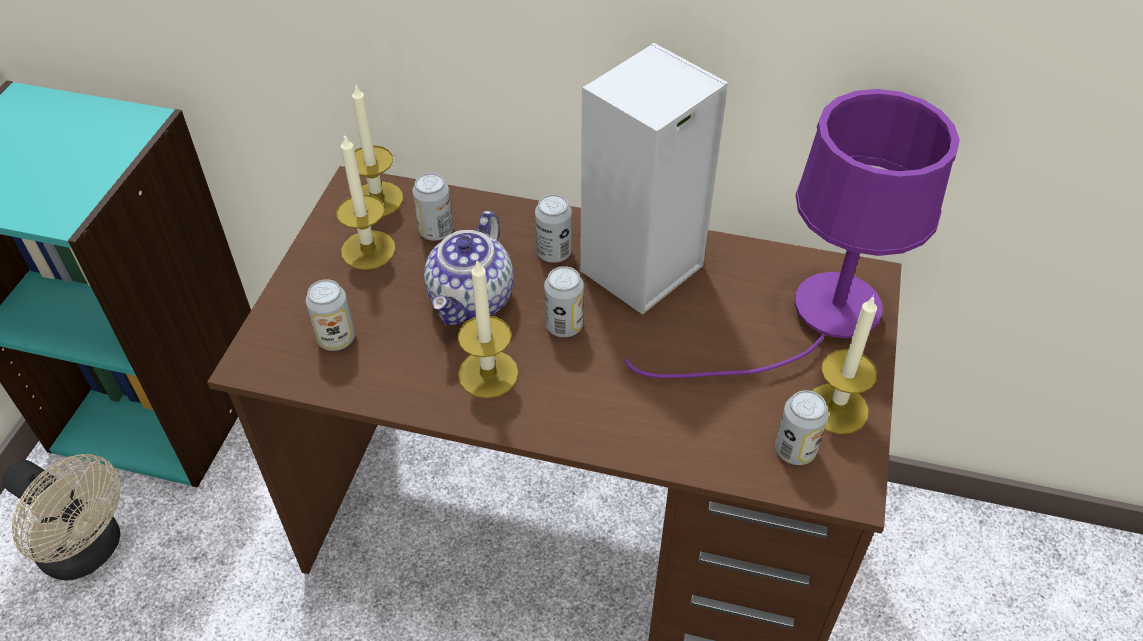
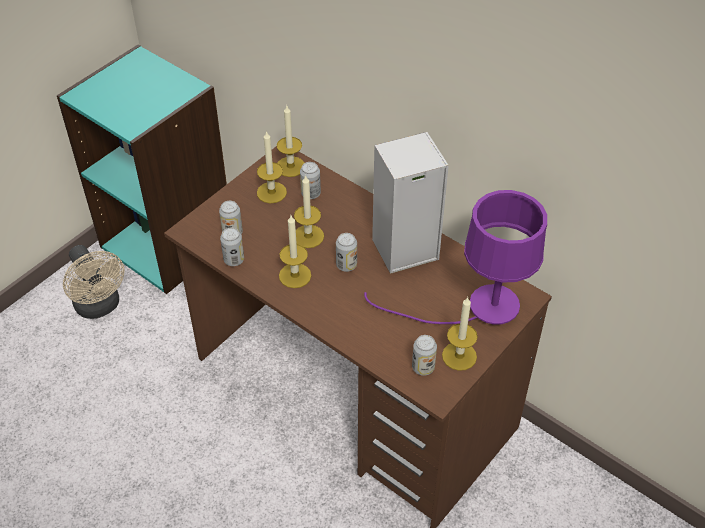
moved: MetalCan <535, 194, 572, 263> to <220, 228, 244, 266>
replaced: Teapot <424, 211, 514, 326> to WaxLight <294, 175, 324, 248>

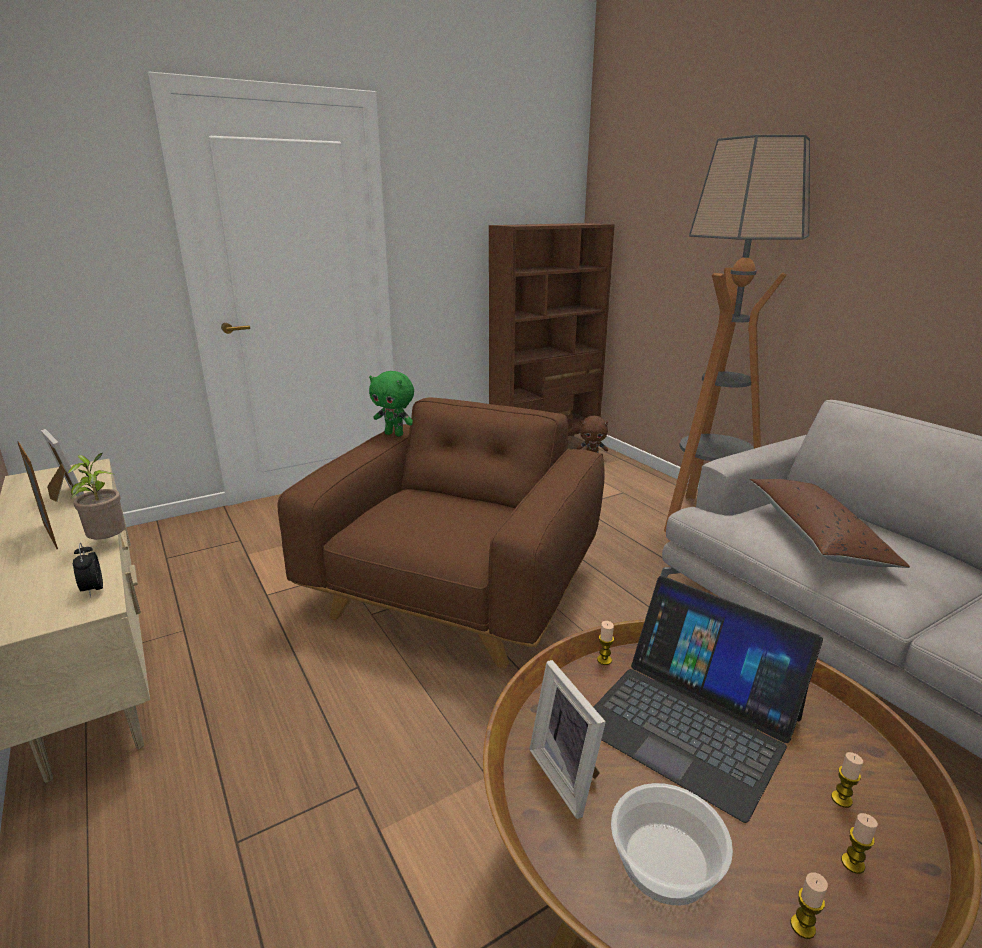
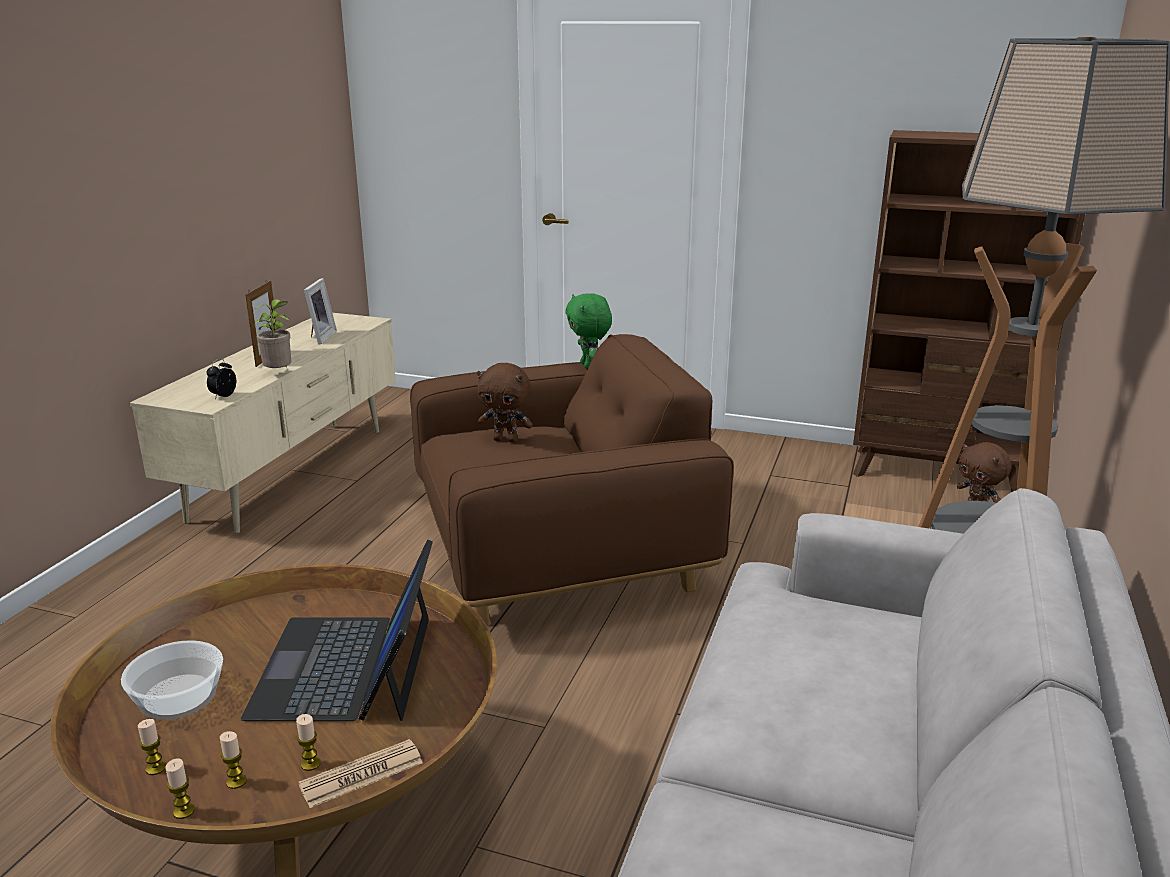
removed: PhotoFrame <529, 660, 606, 819>; BrownCushion <750, 479, 910, 568>
added: Newspaper <298, 739, 423, 808>; BrownCuddlyToy <477, 363, 533, 443>
moved: WaxLight <597, 621, 614, 665> to <165, 758, 195, 819>

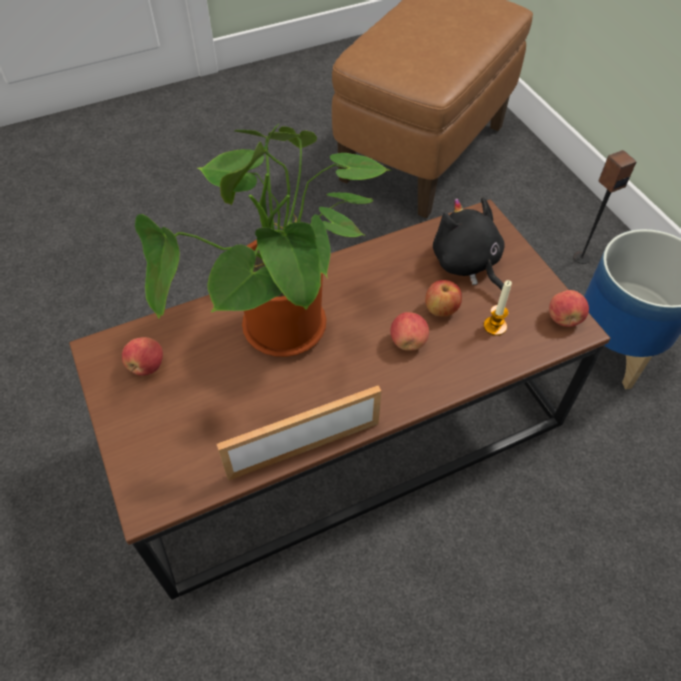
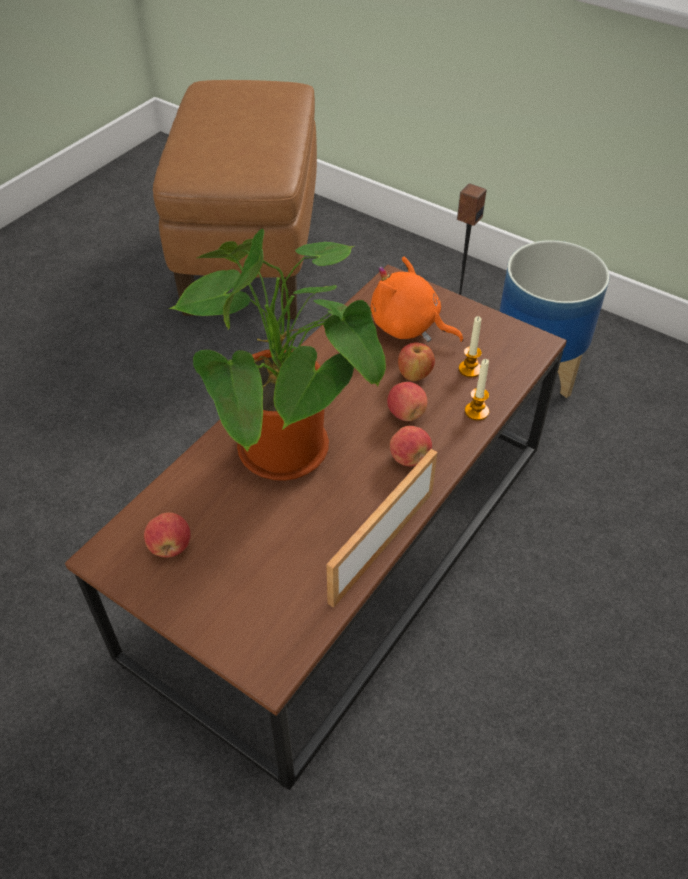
added: WaxLight <465, 359, 489, 421>
moved: WholeApple <549, 290, 589, 327> to <390, 426, 432, 467>
recoloured: BlackCuddlyToy <433, 197, 505, 291> to OrangeyCuddlyToy <371, 256, 463, 342>

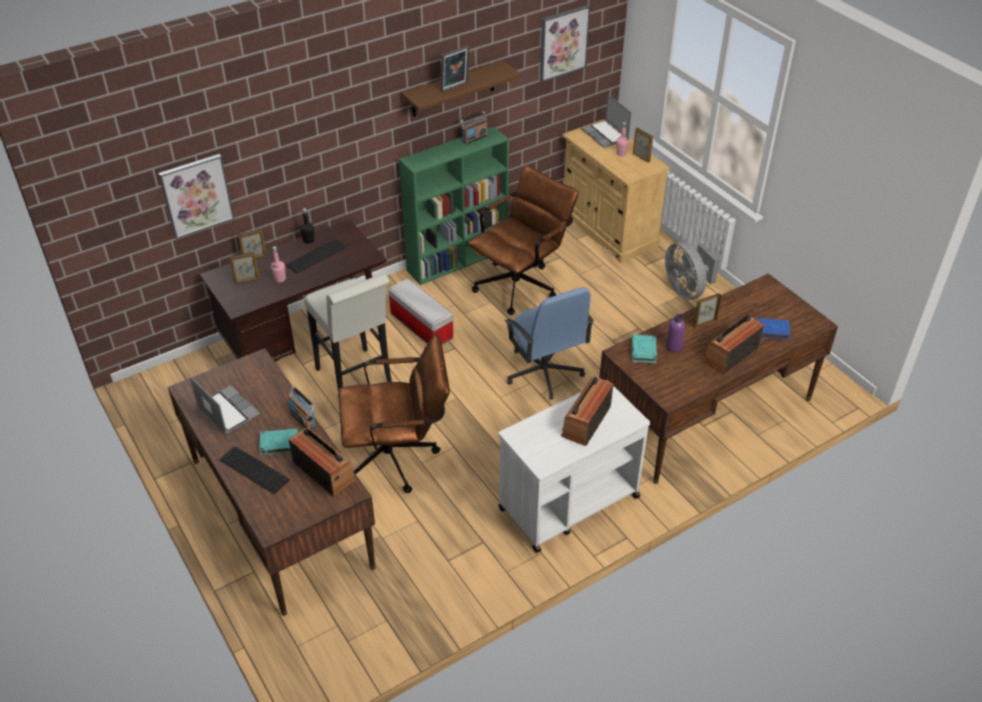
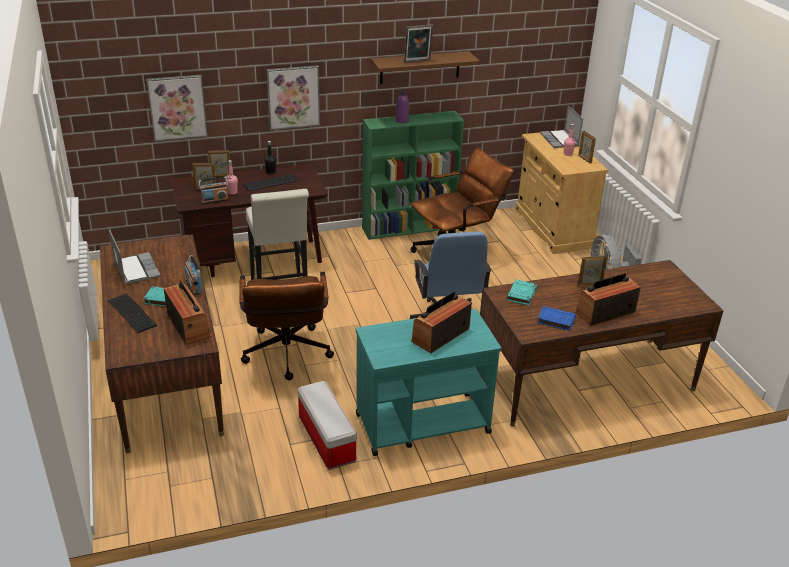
moved: RadioSet <460, 111, 488, 144> to <198, 177, 229, 204>; WallArt <540, 5, 590, 82> to <266, 65, 320, 130>; StorageBox <388, 278, 453, 345> to <298, 381, 357, 470>; PurpleBottle <665, 314, 685, 352> to <396, 90, 409, 123>; BlueColouredVolume <755, 318, 791, 340> to <537, 306, 576, 331>
recoloured: WhiteTrolley <498, 380, 650, 553> to BlueGreenTrolley <356, 309, 501, 456>
turned: BrownDeskChair <338, 335, 450, 493> = <239, 272, 334, 380> 75 degrees clockwise

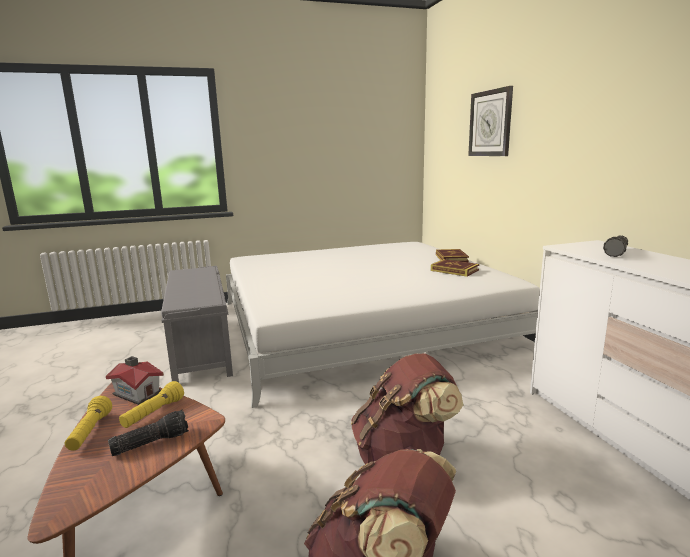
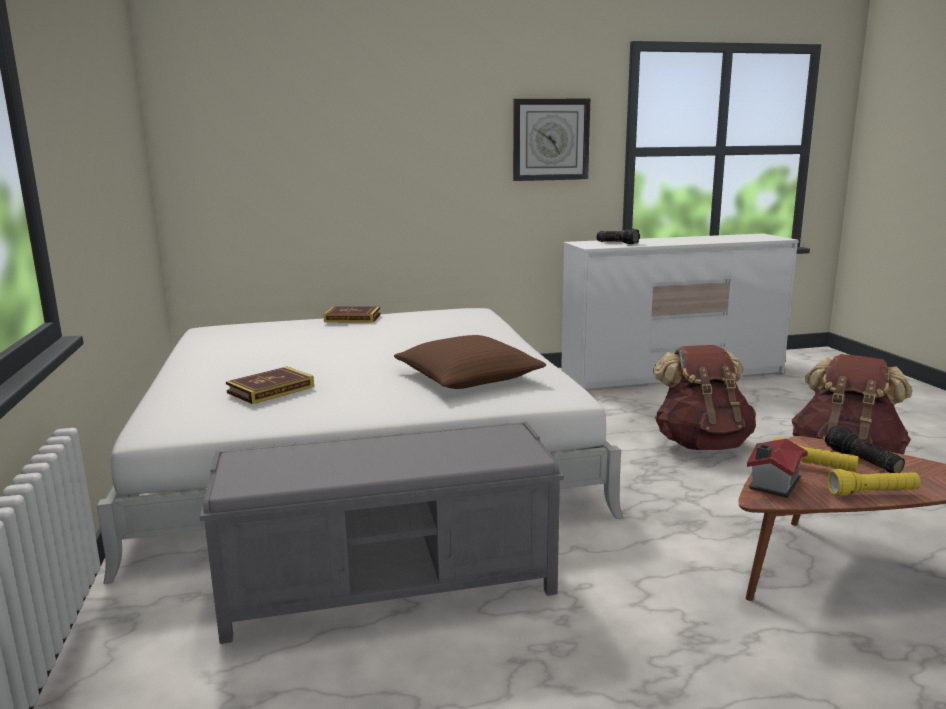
added: BrownCushion <394, 335, 546, 389>
moved: Volume <431, 259, 479, 277> to <226, 367, 314, 404>; HangingClock <468, 86, 513, 156> to <513, 99, 590, 181>

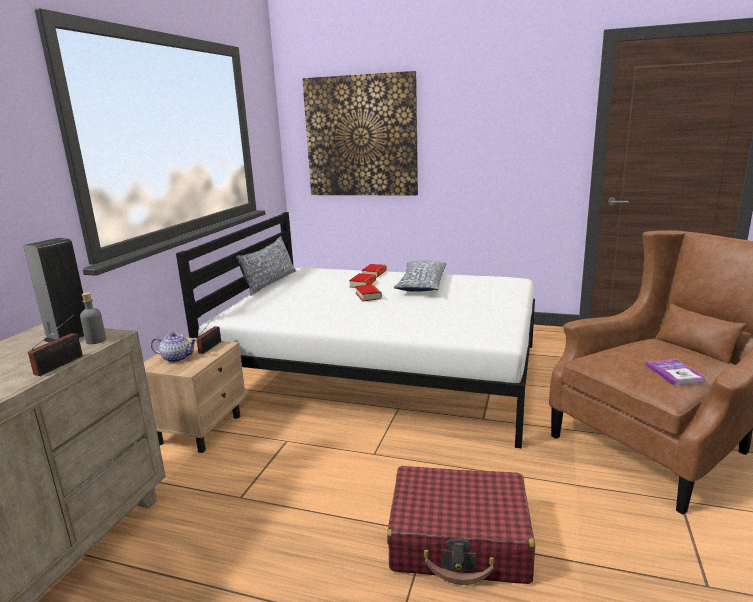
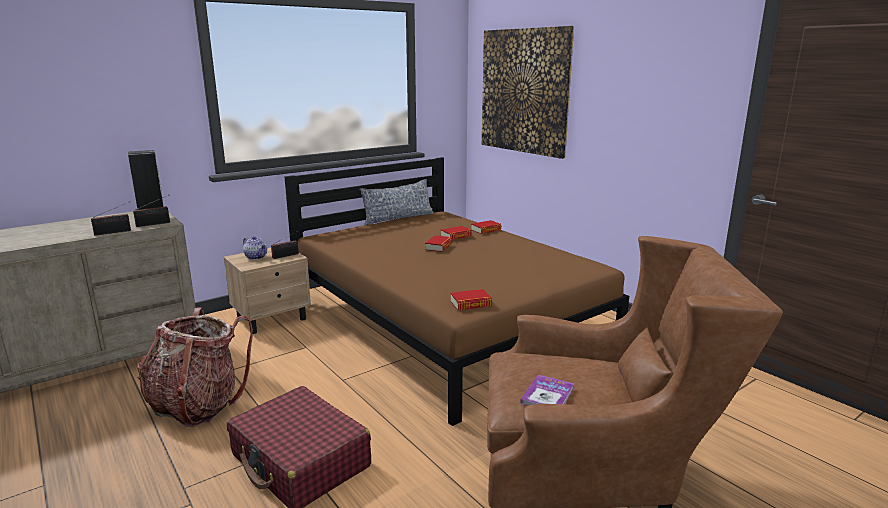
removed: Cushion <393, 260, 446, 292>
added: Knapsack <137, 307, 253, 427>; Volume <450, 289, 492, 311>
replaced: GreyBottle <80, 292, 106, 344> to RadioSet <133, 195, 170, 227>
recoloured: WhiteSleepingBed <176, 212, 535, 449> to BrownSleepingBed <284, 157, 629, 426>

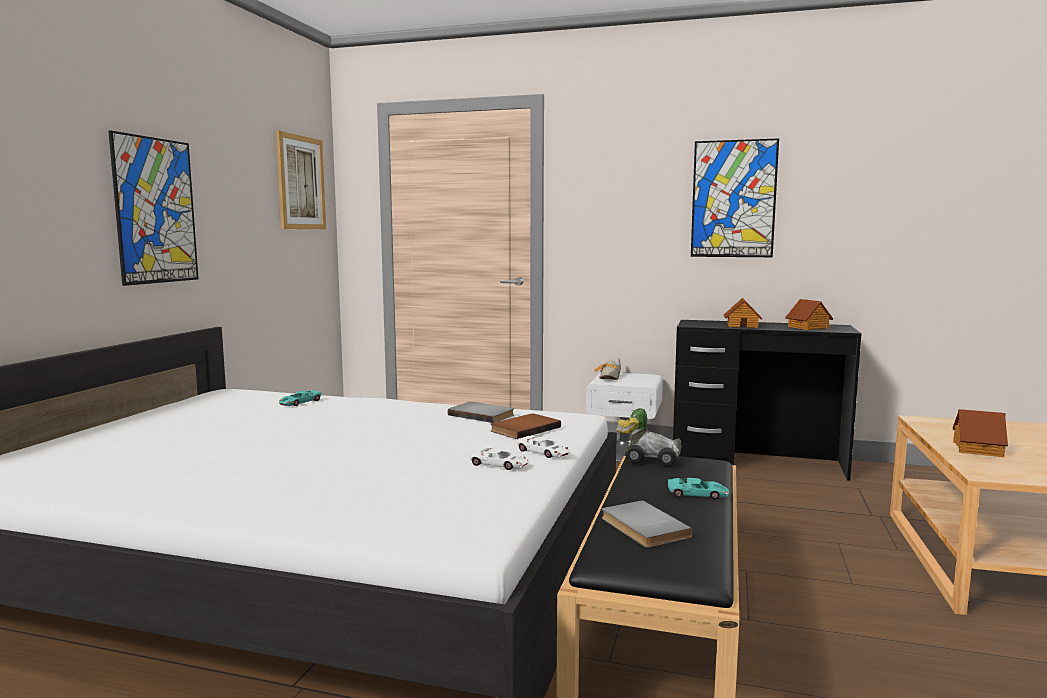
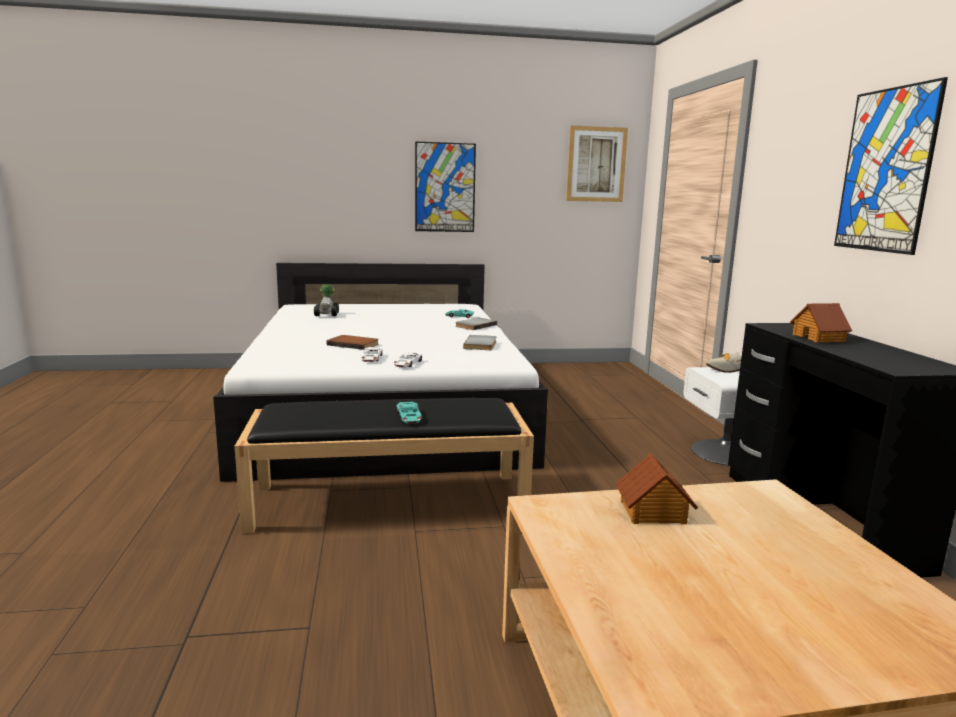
removed: ModelHouse <785, 299, 833, 330>
moved: ModelCar <616, 408, 682, 467> to <314, 284, 339, 316>; BrownVolume <491, 414, 561, 439> to <327, 335, 379, 350>; GreyVolume <602, 500, 692, 548> to <455, 318, 497, 330>

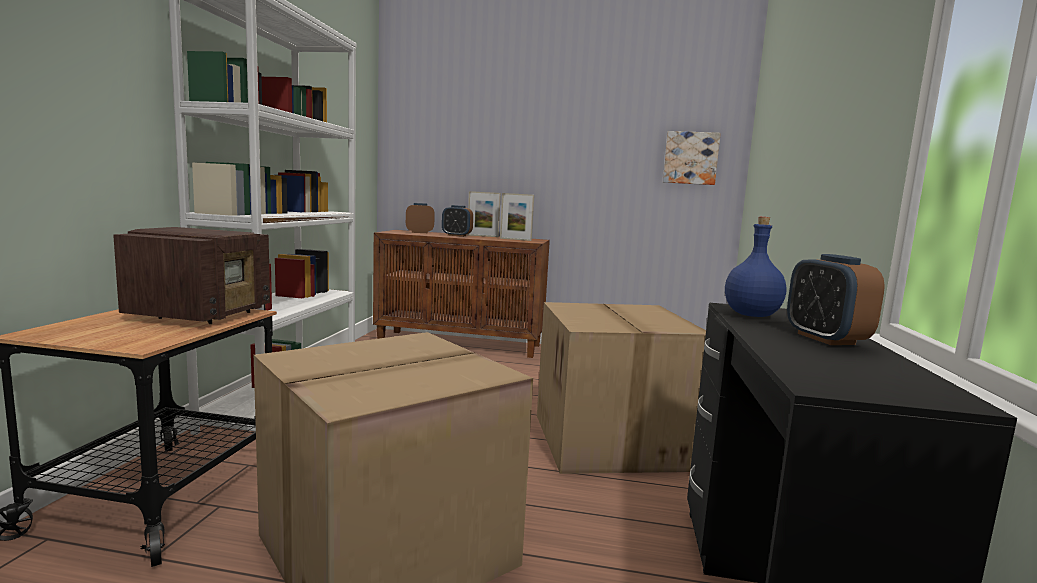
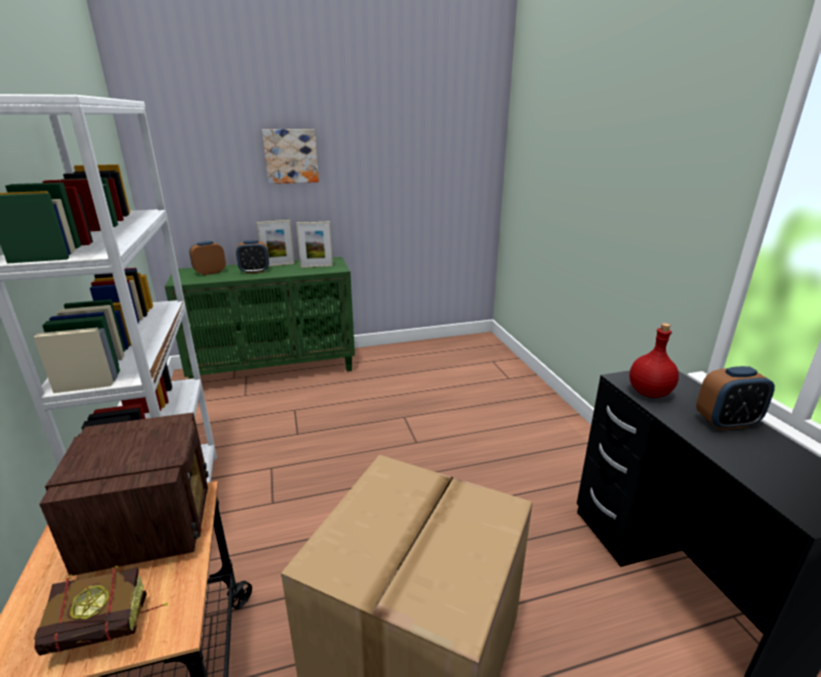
removed: PackingBox <537, 302, 706, 474>
added: Volume <34, 566, 168, 656>
moved: WallArt <663, 131, 721, 185> to <262, 129, 319, 184>
recoloured: BrownCupboard <373, 230, 550, 358> to GreenishCupboard <165, 257, 355, 379>; BlueColouredBottle <725, 217, 786, 317> to RedColouredBottle <629, 323, 679, 398>
turned: TableClock <787, 254, 885, 345> = <696, 366, 775, 430> 60 degrees counterclockwise

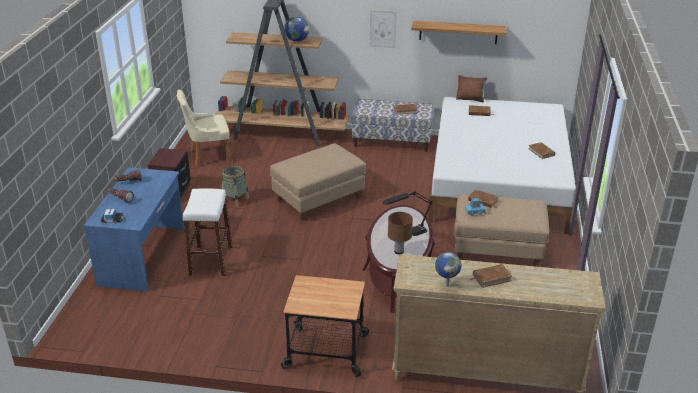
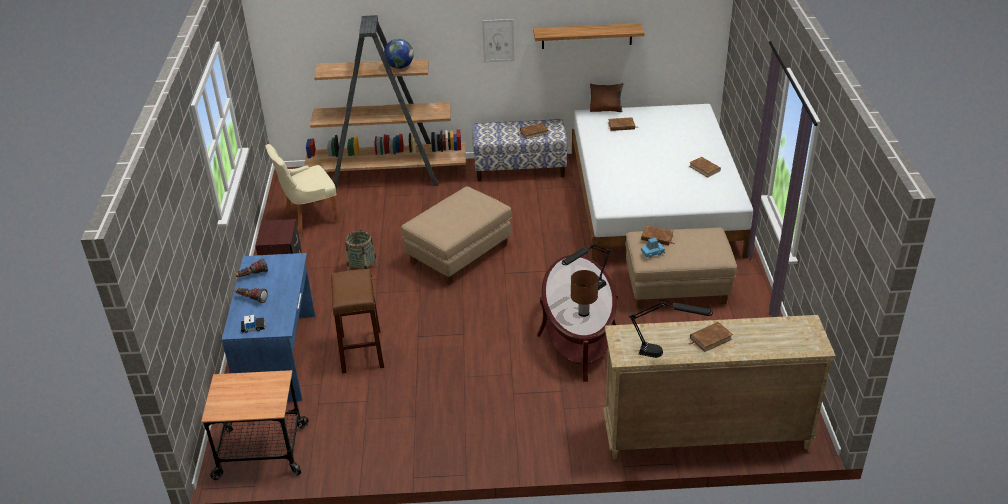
moved: Trolley <281, 275, 369, 377> to <201, 370, 309, 480>
replaced: DeskGlobe <435, 252, 461, 287> to BlackLampForATable <629, 300, 713, 358>
recoloured: WhiteSittingStool <183, 188, 232, 276> to BrownSittingStool <331, 269, 384, 374>

